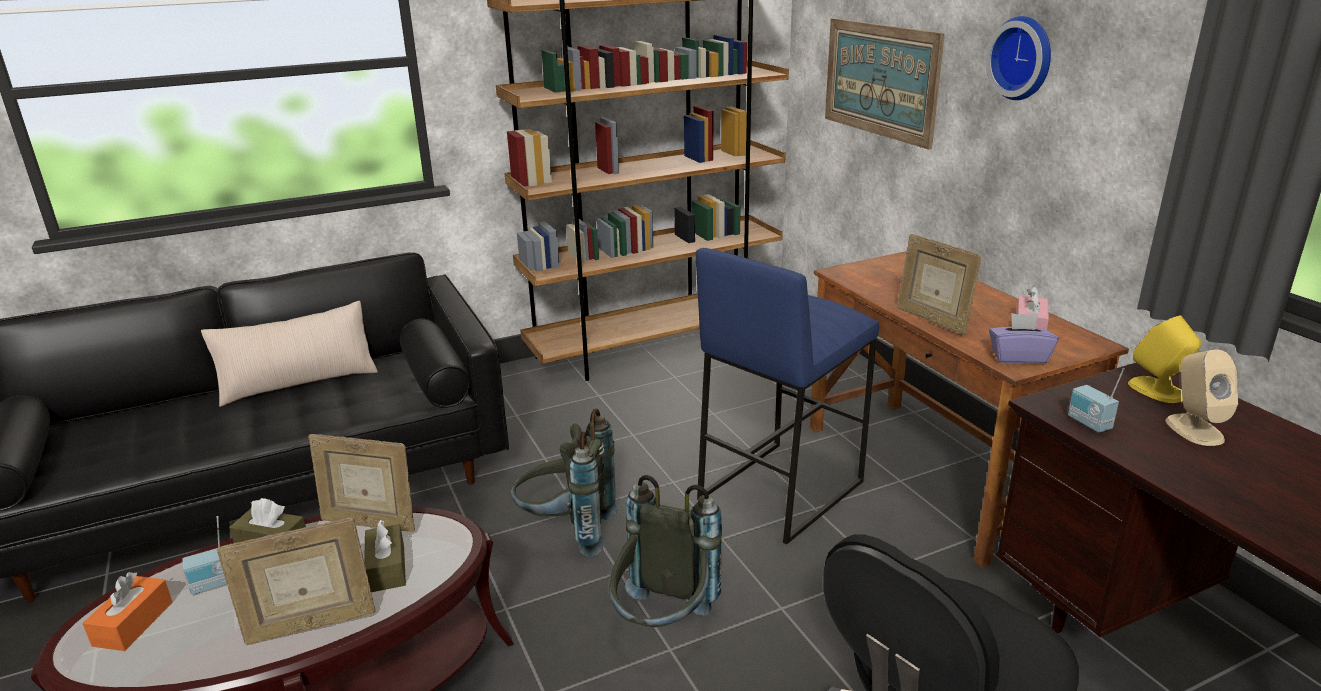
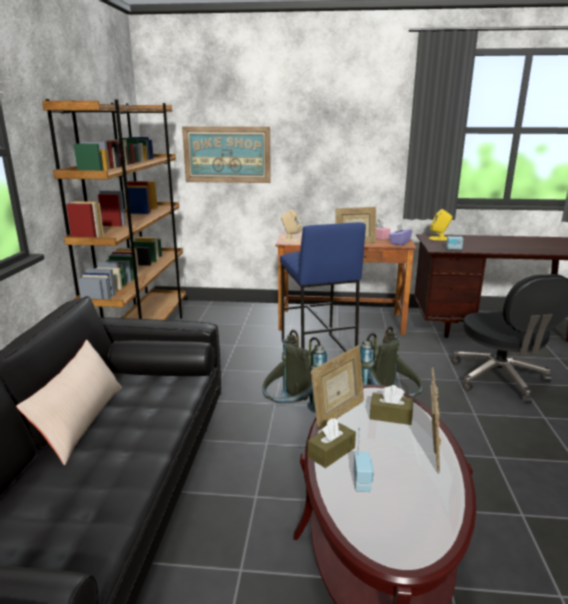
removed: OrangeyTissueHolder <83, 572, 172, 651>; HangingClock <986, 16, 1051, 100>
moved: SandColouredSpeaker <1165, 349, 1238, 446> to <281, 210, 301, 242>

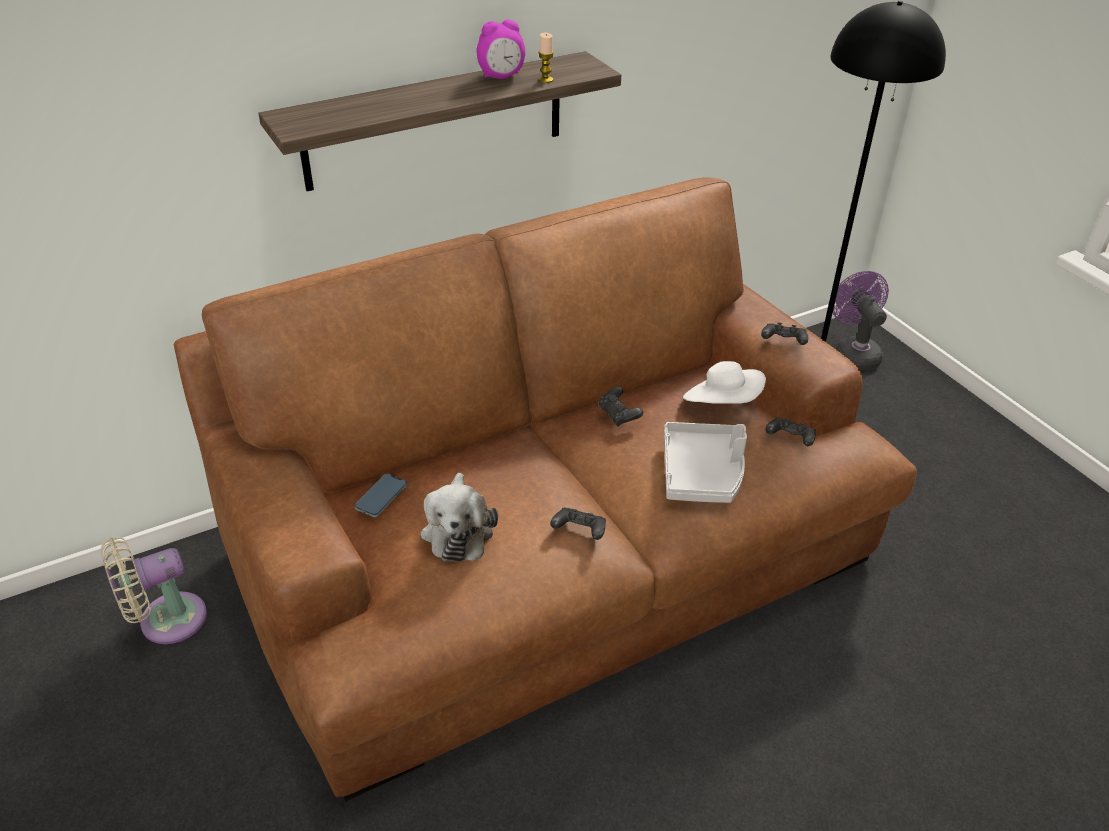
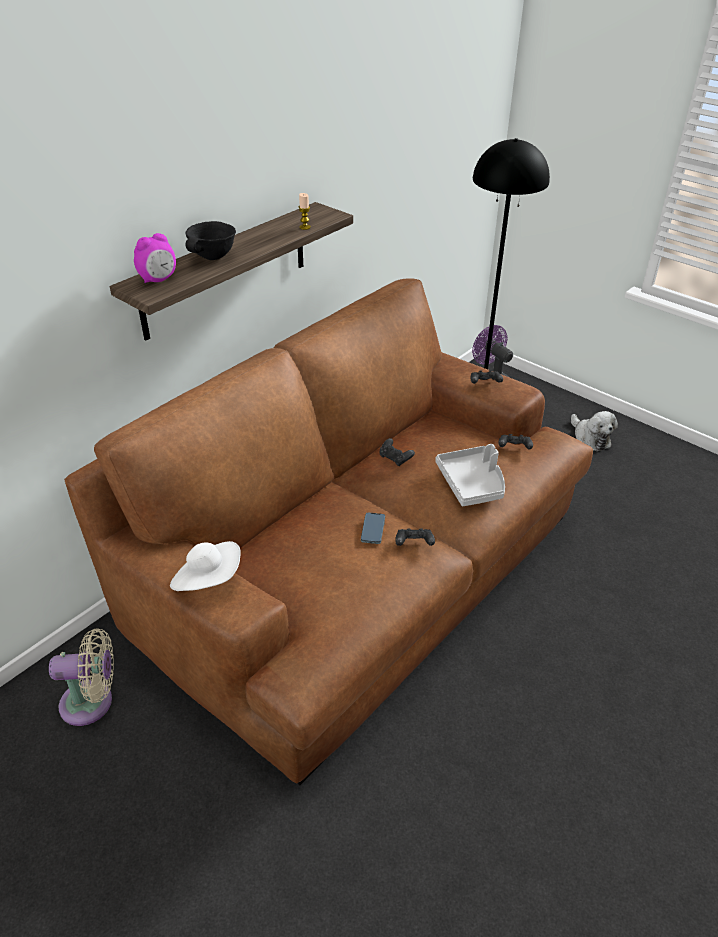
added: BlackDeepDish <186, 221, 236, 260>
moved: TableClock <476, 20, 525, 79> to <134, 233, 176, 284>; WhiteClothingHat <683, 361, 766, 404> to <170, 541, 241, 591>; Handset <354, 474, 407, 517> to <361, 512, 385, 544>; CuddlyToy <421, 473, 498, 562> to <571, 411, 618, 452>
turned: SandColouredFan <100, 537, 207, 644> = <49, 628, 114, 726> 135 degrees counterclockwise

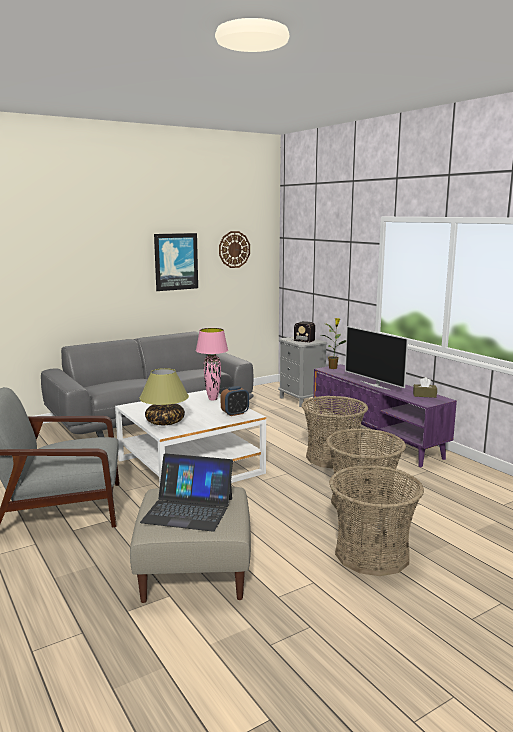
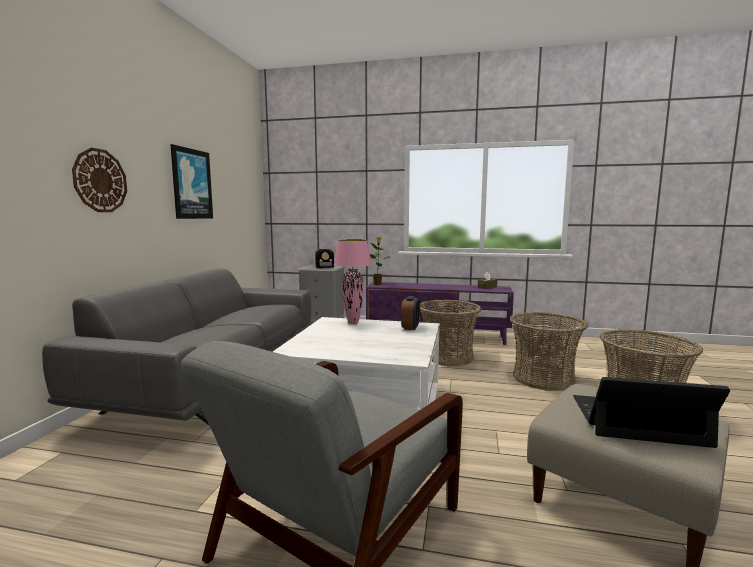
removed: LampForATable <139, 368, 189, 425>; Television <345, 326, 408, 390>
moved: HangingClock <219, 231, 250, 268> to <72, 148, 127, 212>
turned: NotebookComputer <140, 453, 233, 532> = <573, 377, 730, 448> 135 degrees counterclockwise

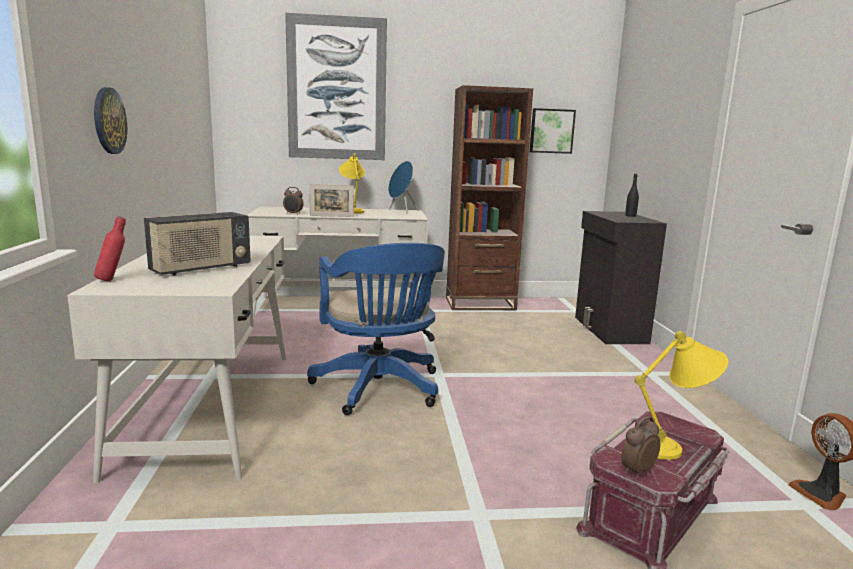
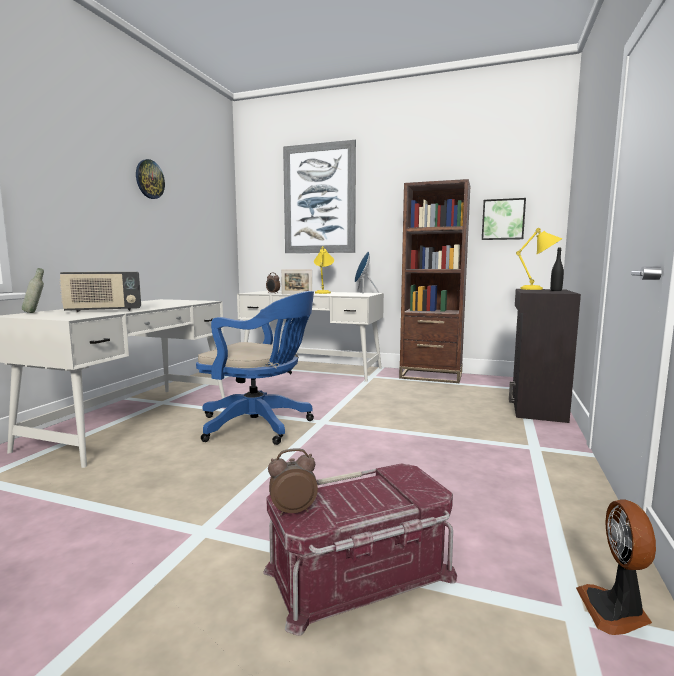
moved: HangingClock <94, 87, 127, 154> to <136, 159, 165, 199>; YellowLampForATable <634, 331, 728, 460> to <516, 228, 563, 290>
recoloured: RedColouredBottle <94, 216, 126, 281> to GreyBottle <22, 268, 44, 313>
turned: BlueColouredDeskChair <307, 243, 445, 415> = <196, 291, 314, 445> 75 degrees counterclockwise

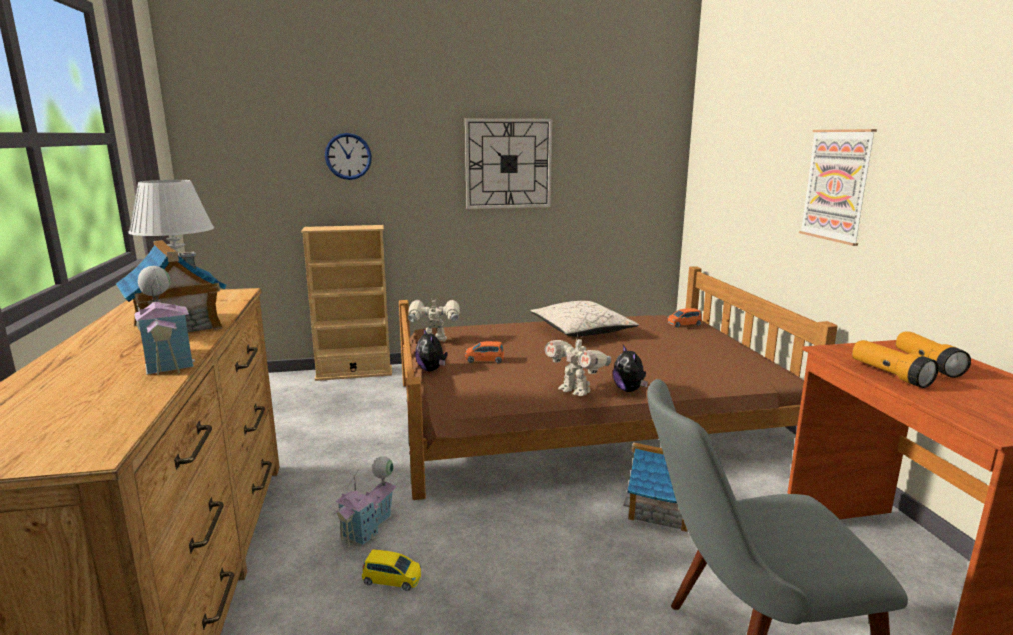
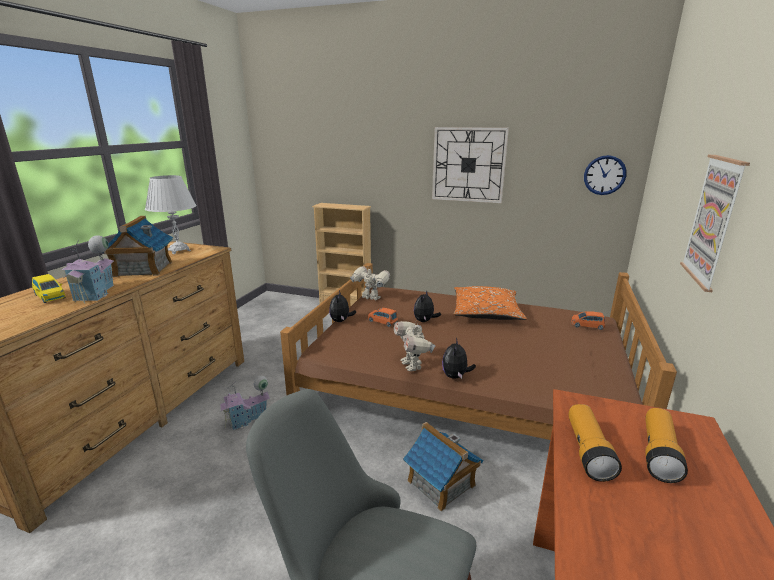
added: CuddlyToy <414, 290, 441, 322>
moved: YellowModelCar <362, 549, 421, 591> to <32, 274, 66, 303>; HangingClock <325, 133, 372, 180> to <584, 155, 627, 195>
recoloured: SandColouredCushion <530, 301, 639, 337> to OrangeyCushion <454, 286, 527, 320>

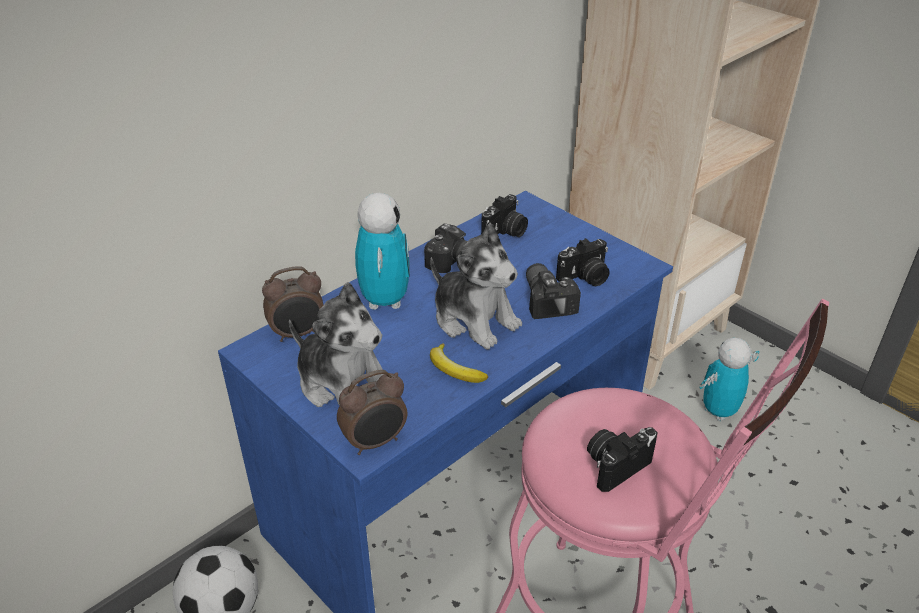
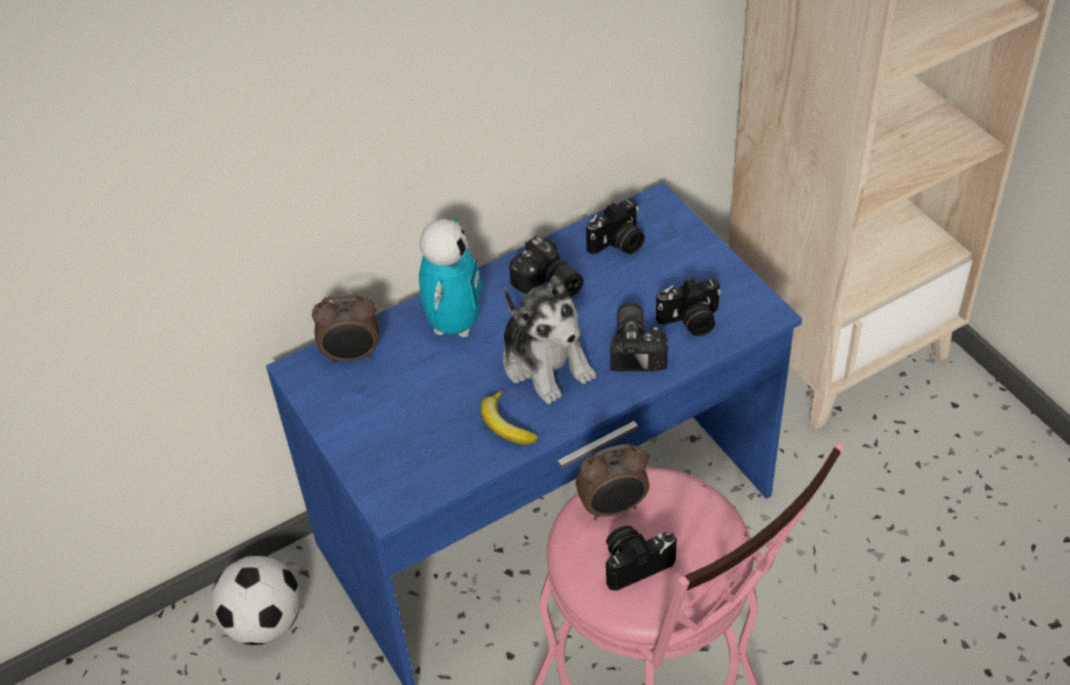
removed: CuddlyToy <289, 282, 384, 407>; ToyRobot <700, 338, 759, 421>
moved: TableClock <337, 370, 407, 455> to <576, 444, 650, 521>

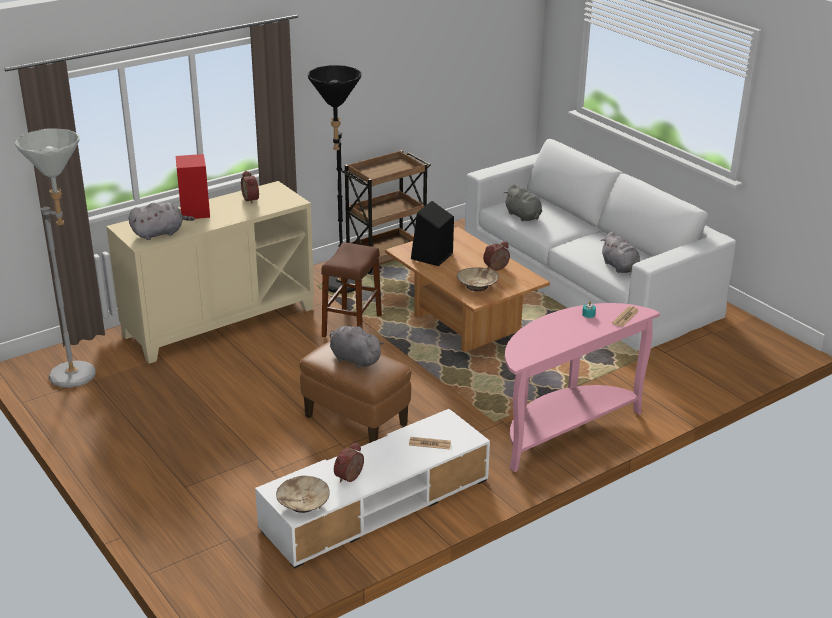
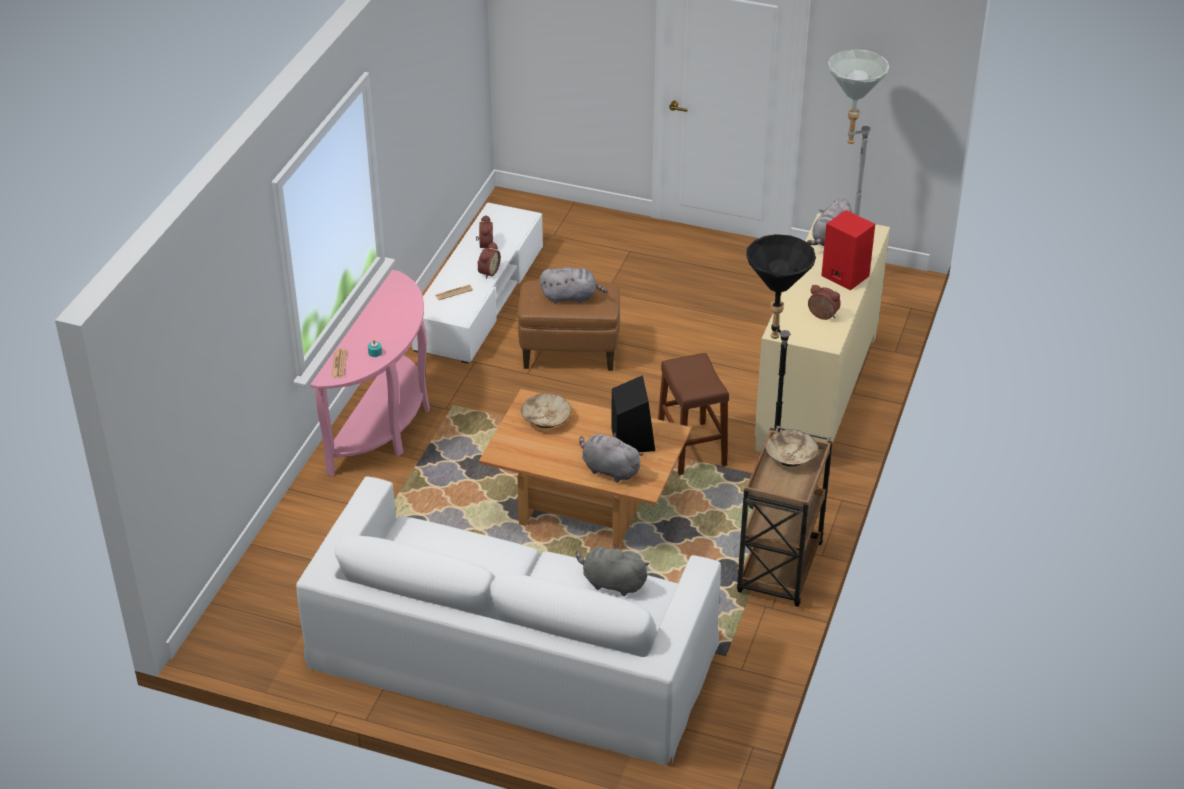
moved: TableClock <483, 241, 510, 271> to <478, 242, 501, 279>; GreyCuddlyToy <601, 232, 640, 273> to <579, 432, 644, 483>; SandColouredDeepDish <276, 476, 330, 513> to <765, 429, 818, 467>

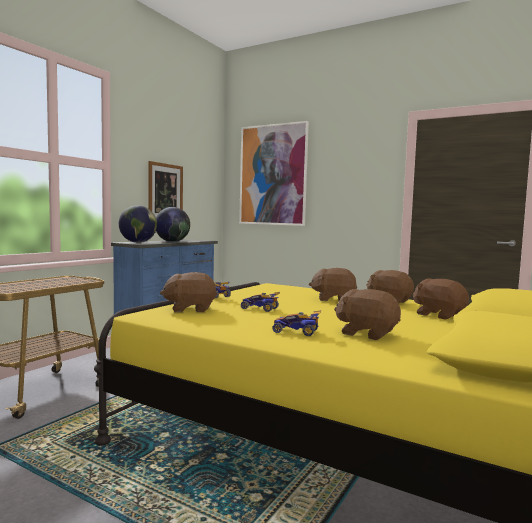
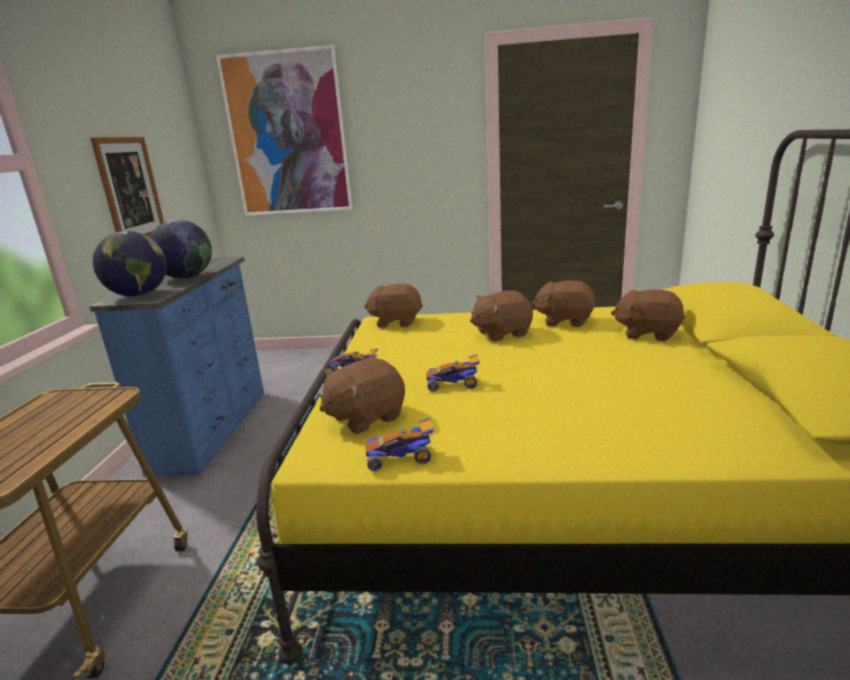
moved: BrownCuddlyToy <334, 289, 401, 340> to <364, 284, 423, 328>; ModelCar <273, 310, 321, 336> to <365, 417, 434, 471>

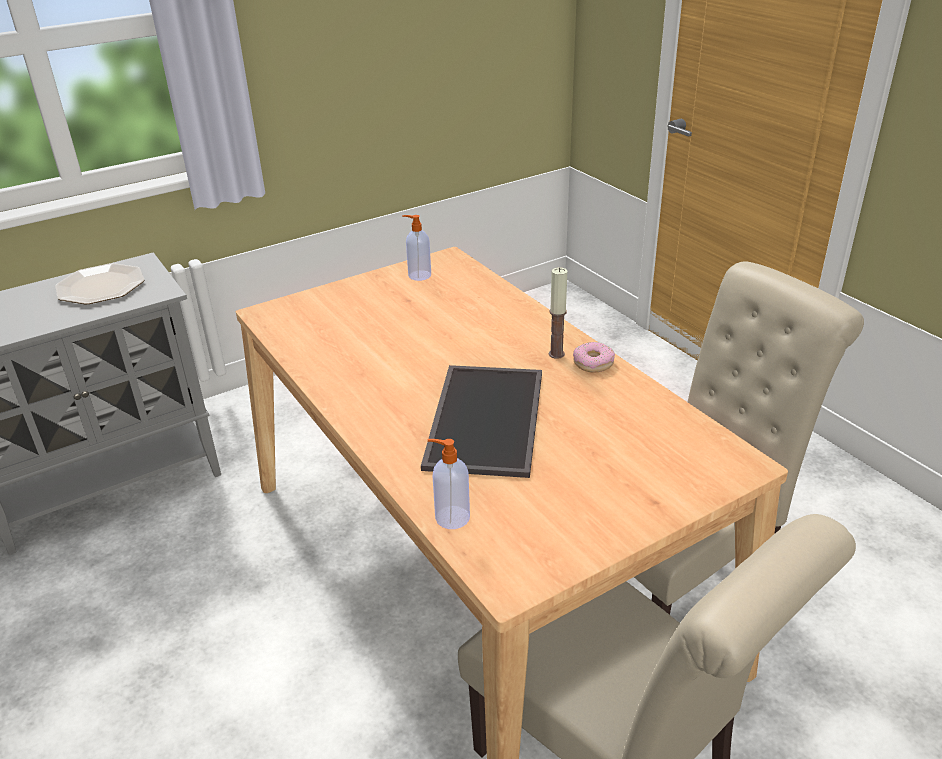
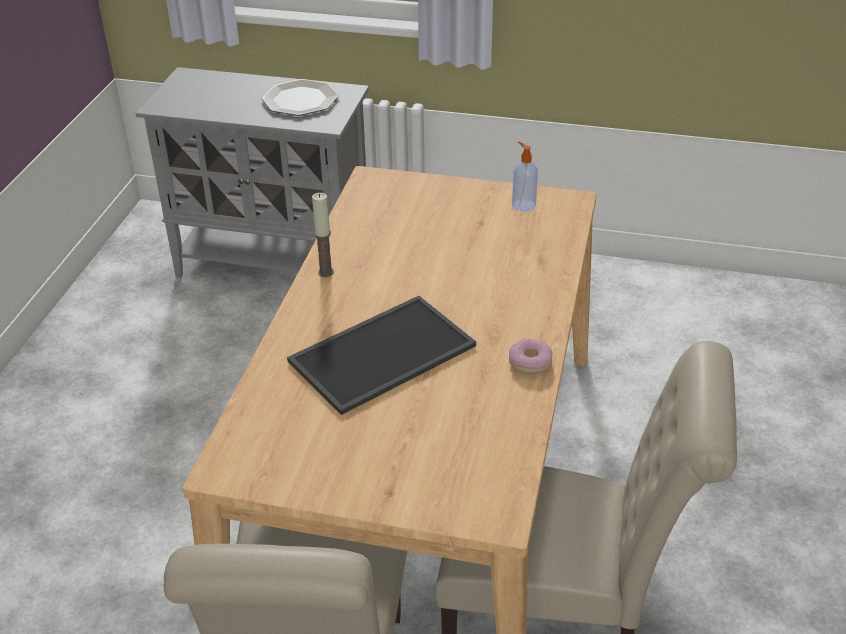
removed: LiquidSoapBottle <428, 439, 470, 529>
moved: WaxLight <549, 267, 567, 359> to <312, 193, 334, 277>

